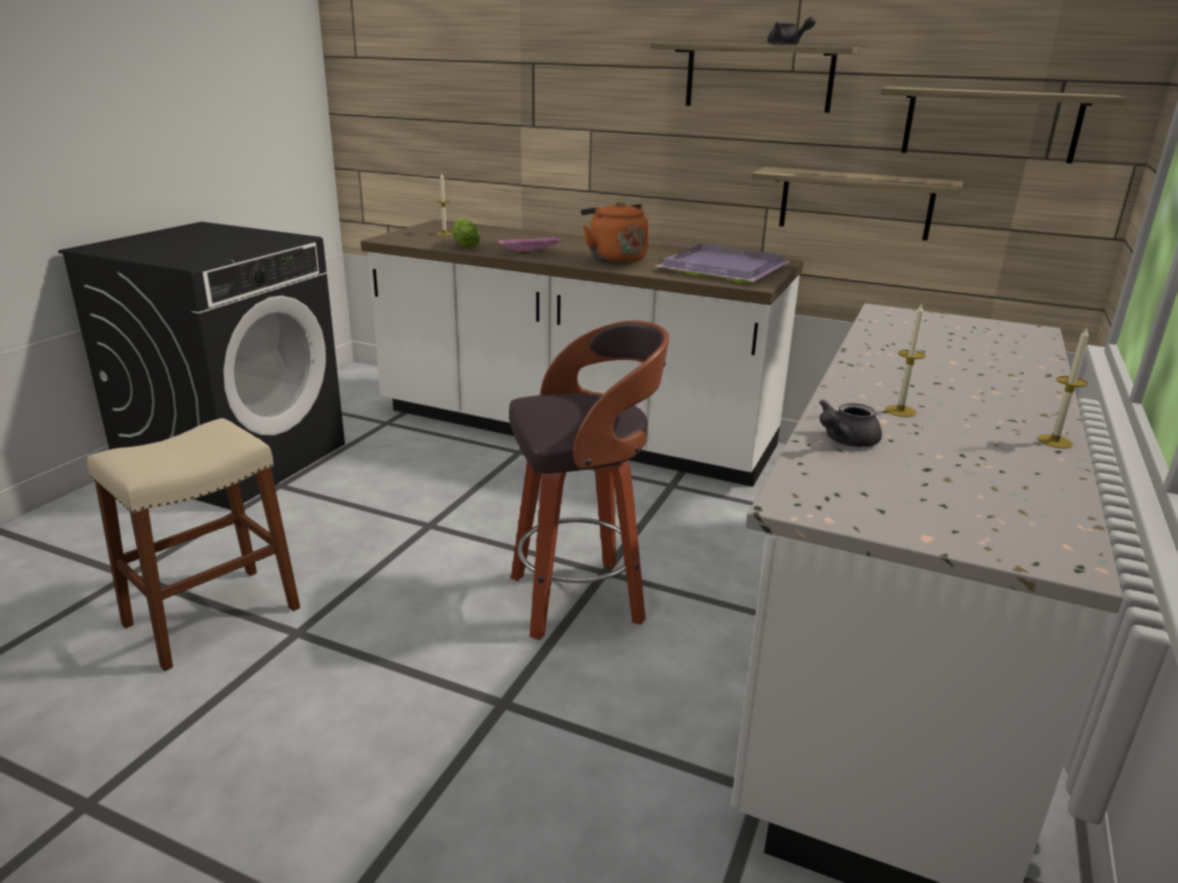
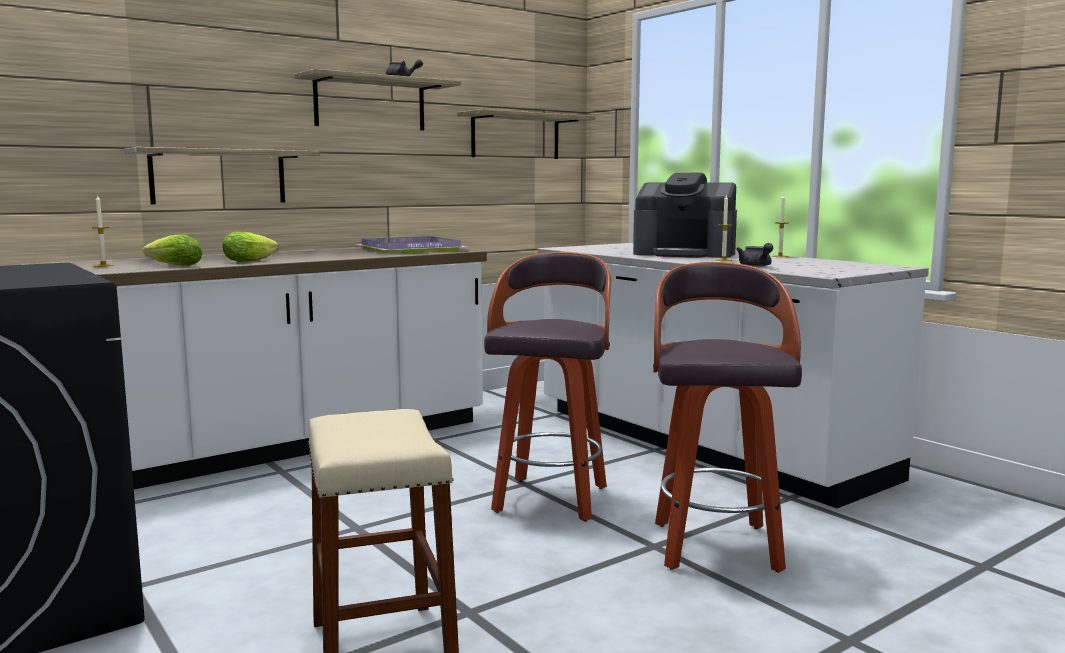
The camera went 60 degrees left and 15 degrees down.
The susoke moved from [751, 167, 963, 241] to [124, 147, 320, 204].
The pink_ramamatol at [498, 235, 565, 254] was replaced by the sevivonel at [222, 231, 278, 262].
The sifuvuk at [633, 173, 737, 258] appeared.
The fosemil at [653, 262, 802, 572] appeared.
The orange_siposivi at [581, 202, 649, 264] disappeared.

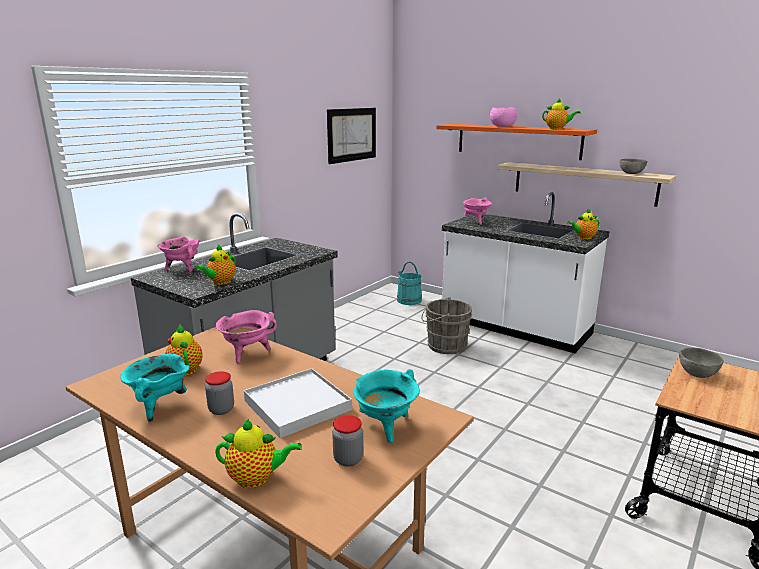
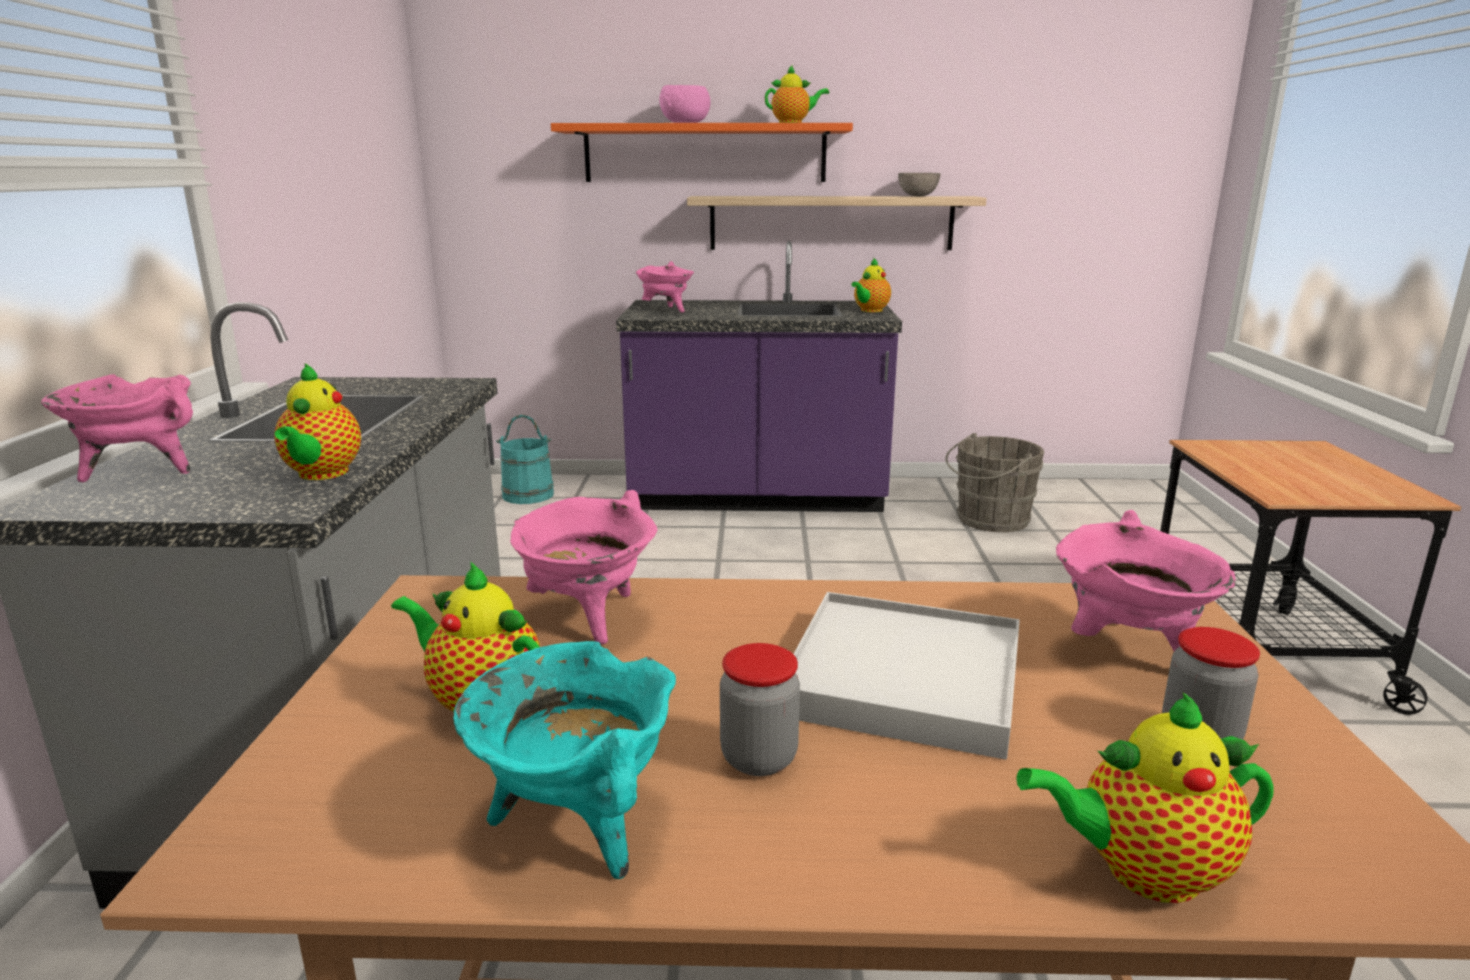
The camera went 35 degrees left and 0 degrees up.
The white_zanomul at [442, 192, 610, 353] became the purple_zanomul at [616, 241, 902, 512].
The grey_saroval moved from [421, 297, 472, 354] to [945, 433, 1044, 532].
The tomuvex at [215, 419, 302, 488] turned 150 degrees counterclockwise.
The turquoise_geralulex at [353, 369, 420, 443] became the pink_geralulex at [1056, 510, 1236, 651].
The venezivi at [327, 108, 376, 164] disappeared.
The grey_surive at [679, 347, 724, 378] disappeared.

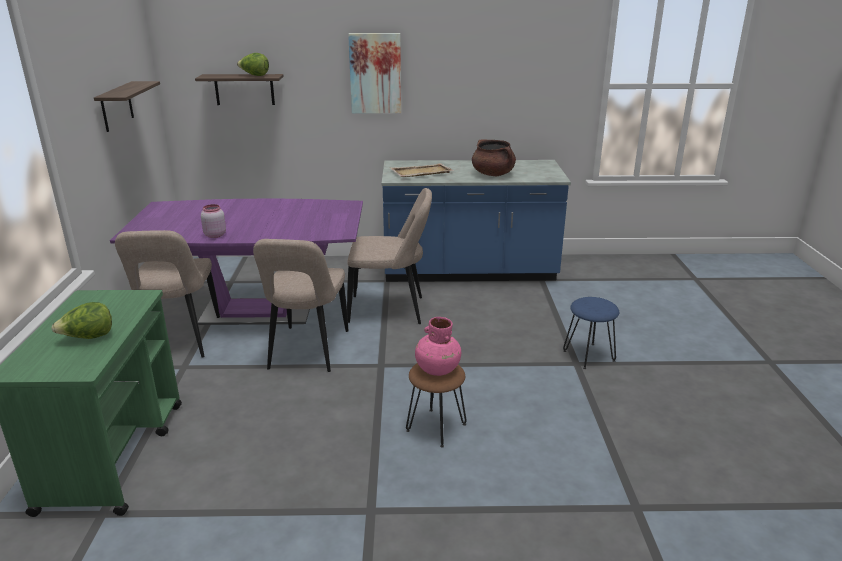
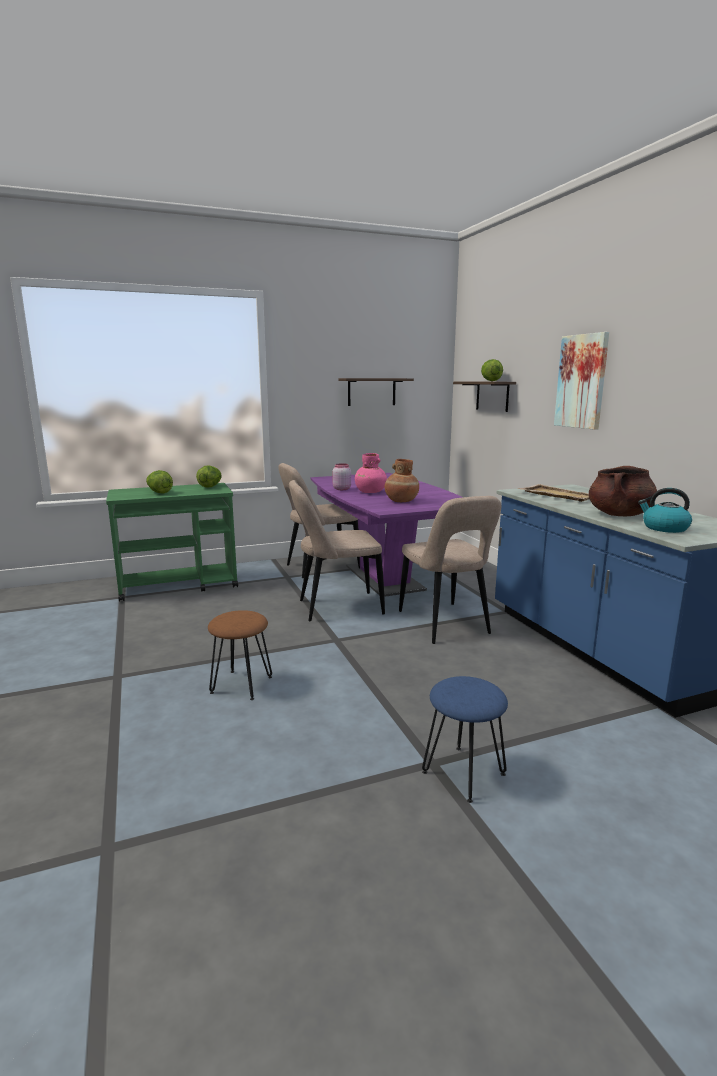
The camera went 70 degrees right and 10 degrees down.
The sevivonel at [196, 465, 222, 488] appeared.
The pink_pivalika moved from [415, 317, 461, 376] to [355, 453, 387, 493].
The brown_pivalika at [385, 459, 419, 502] appeared.
The siposivi at [638, 488, 692, 533] appeared.

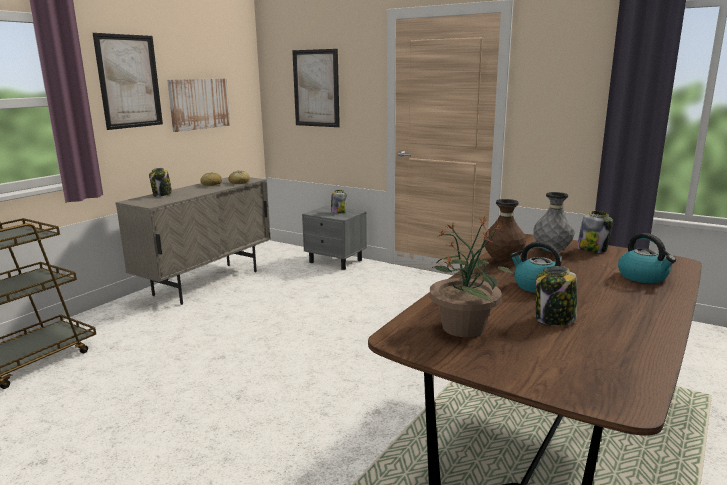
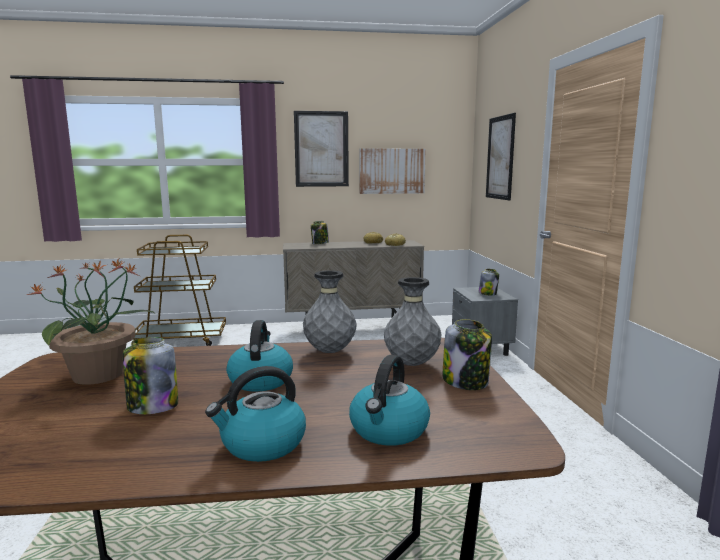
The camera went 50 degrees right and 5 degrees down.
The siposivi at [205, 366, 306, 462] appeared.
The brown_pivalika at [484, 199, 526, 262] became the grey_pivalika at [303, 270, 357, 353].

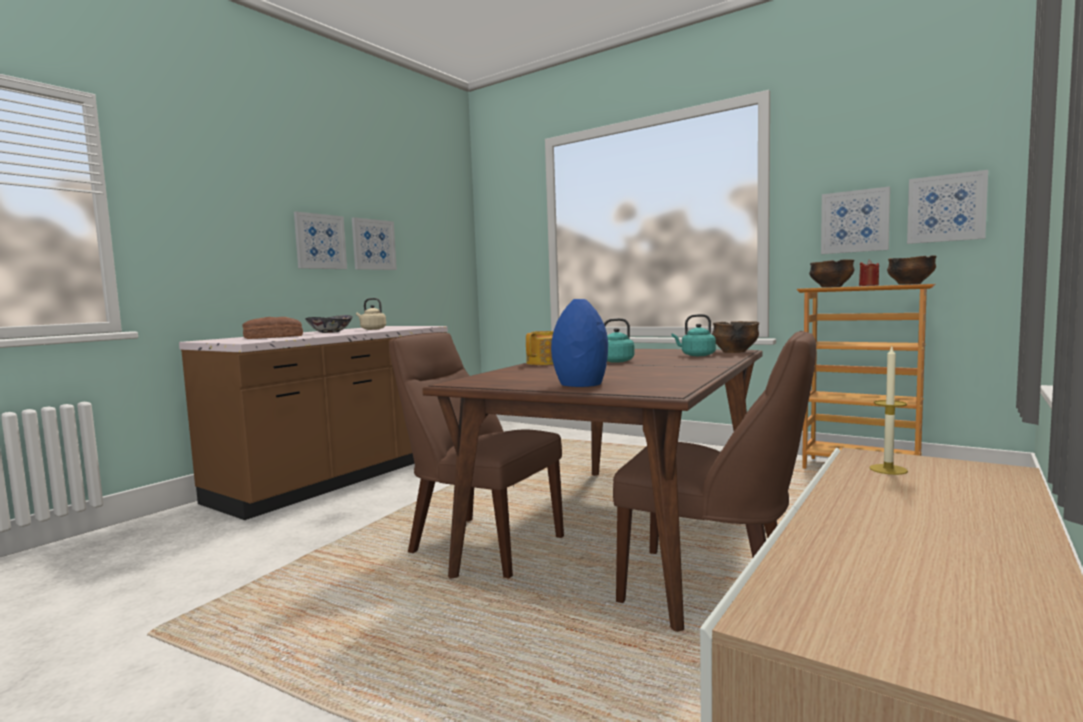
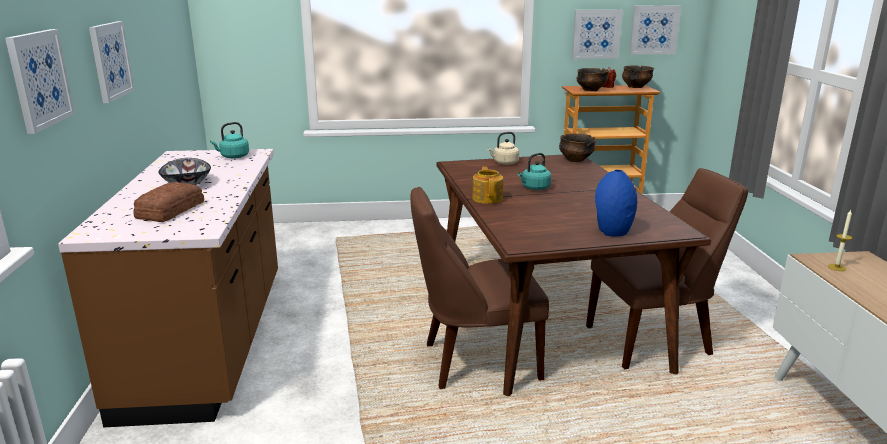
The camera went 40 degrees left and 15 degrees up.
The venezivi moved from [352, 217, 397, 270] to [5, 29, 75, 134].
The turquoise_siposivi moved from [672, 314, 716, 356] to [210, 122, 249, 159].
The beige_siposivi moved from [356, 298, 386, 330] to [487, 132, 519, 165].

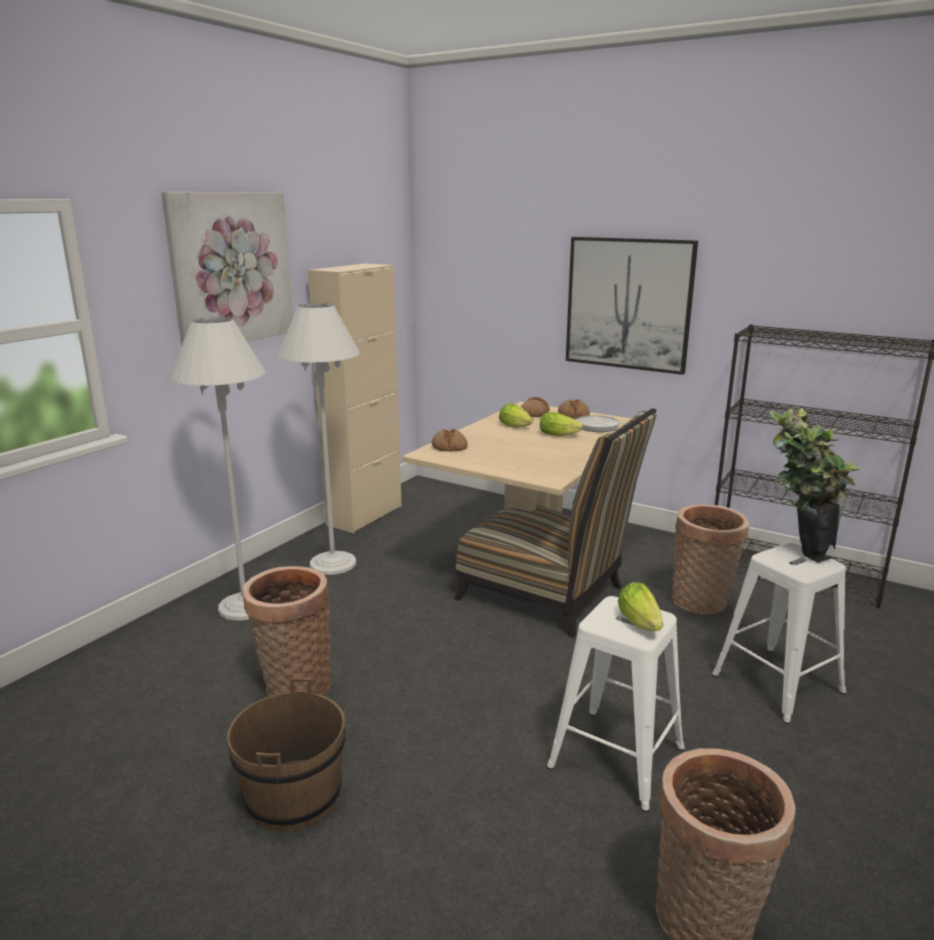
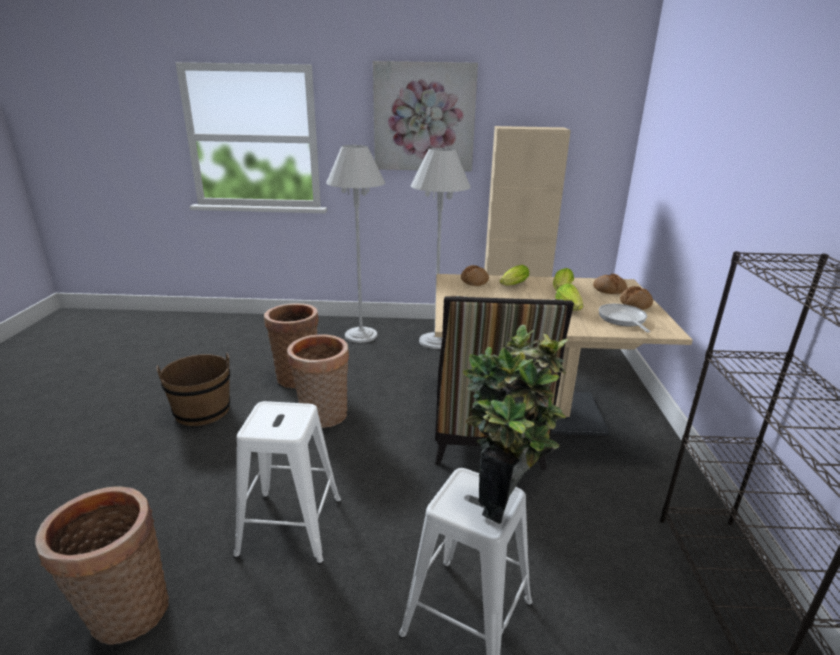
The camera went 60 degrees right and 5 degrees up.
The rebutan moved from [672, 504, 749, 614] to [287, 334, 349, 428].
The sevivonel moved from [618, 582, 663, 631] to [500, 265, 529, 286].
The venezivi at [566, 237, 698, 375] disappeared.

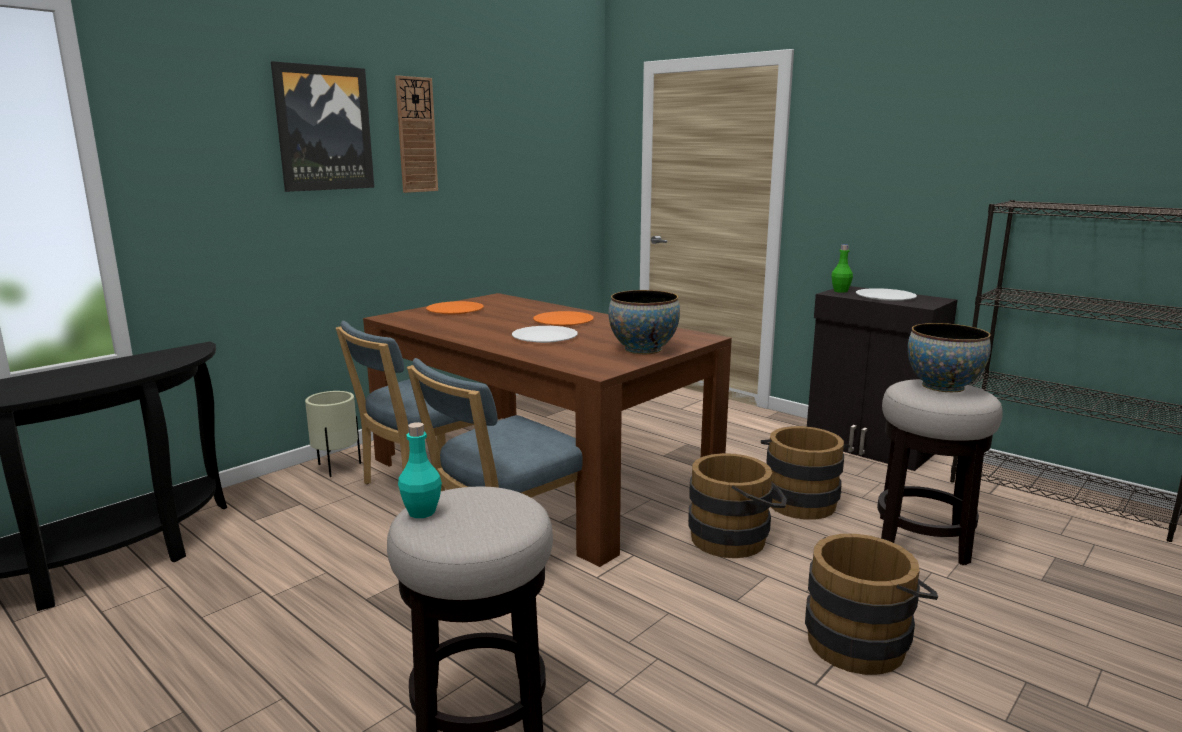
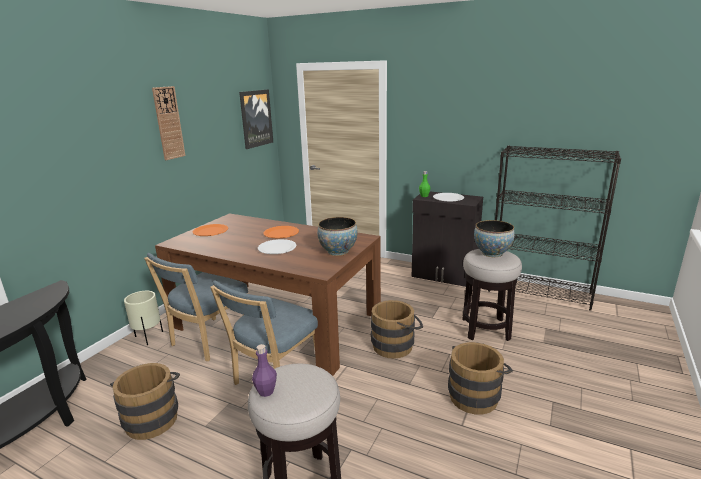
The camera went 15 degrees left and 5 degrees up.
The brown_saroval moved from [761, 426, 850, 520] to [110, 363, 180, 440].
The venezivi moved from [271, 61, 374, 192] to [239, 89, 273, 149].
The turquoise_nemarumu at [398, 422, 442, 518] became the purple_nemarumu at [252, 344, 277, 397].

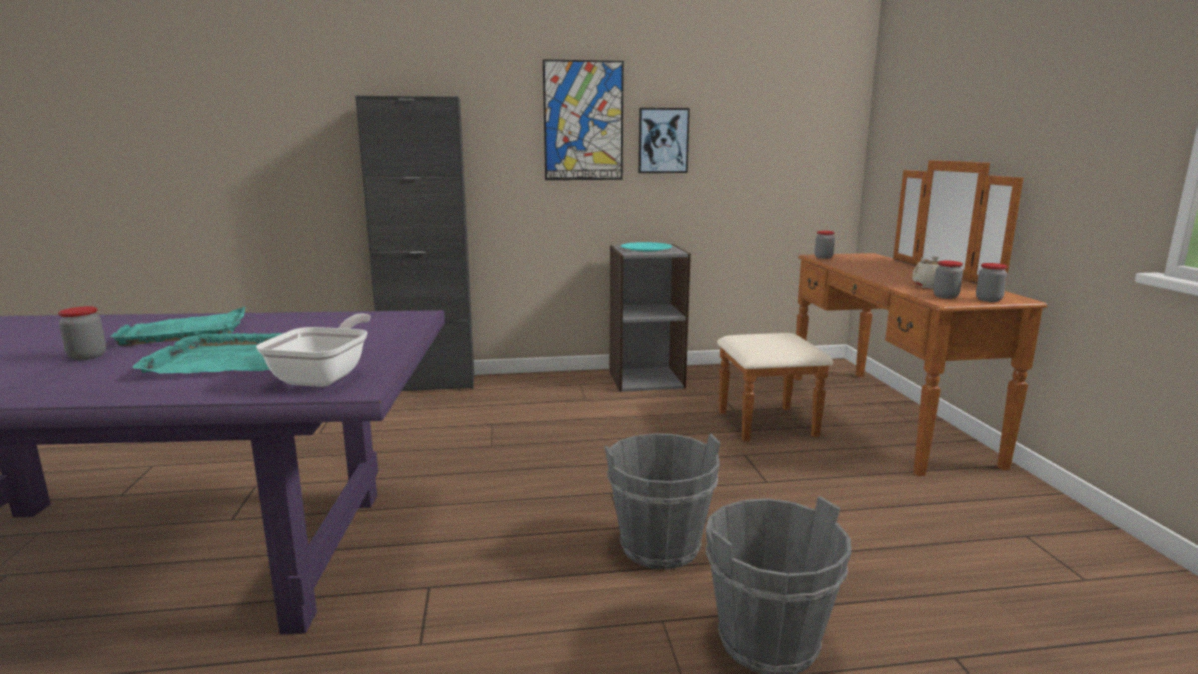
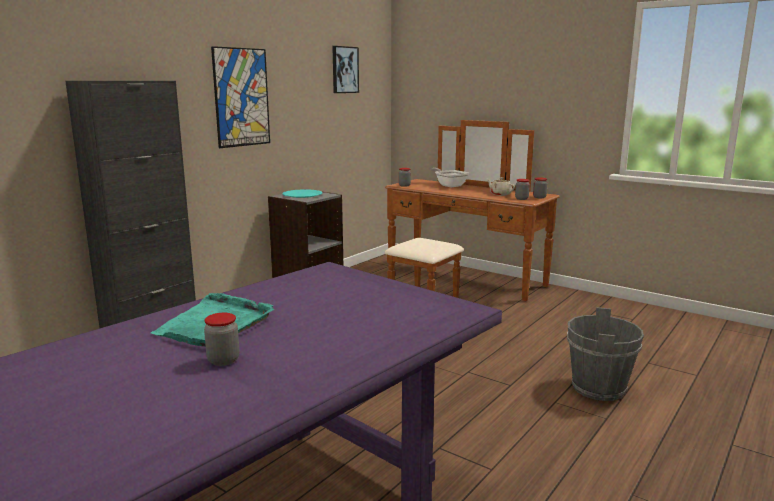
The camera went 45 degrees left and 0 degrees up.
The venezivi moved from [638, 108, 690, 173] to [332, 46, 359, 93].
The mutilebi moved from [256, 314, 371, 387] to [430, 168, 469, 187].
The turquoise_ramamatol at [132, 332, 283, 374] disappeared.
The grey_saroval at [604, 433, 721, 569] disappeared.

